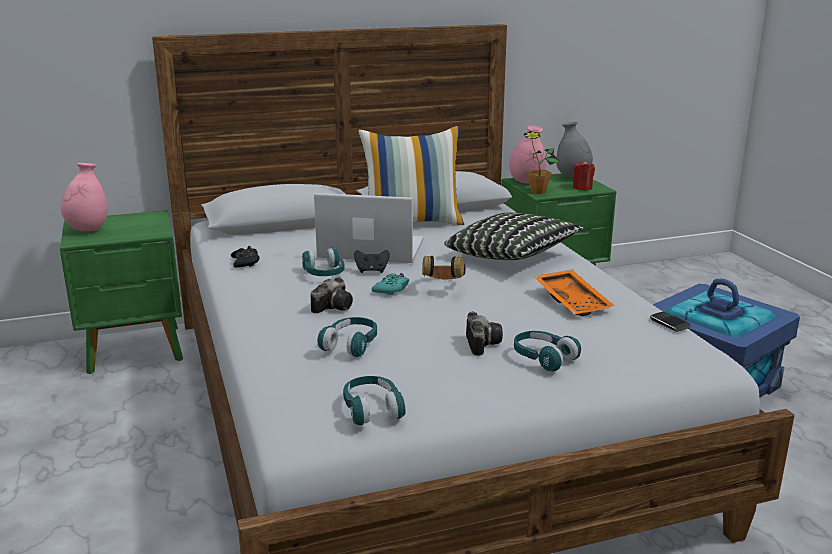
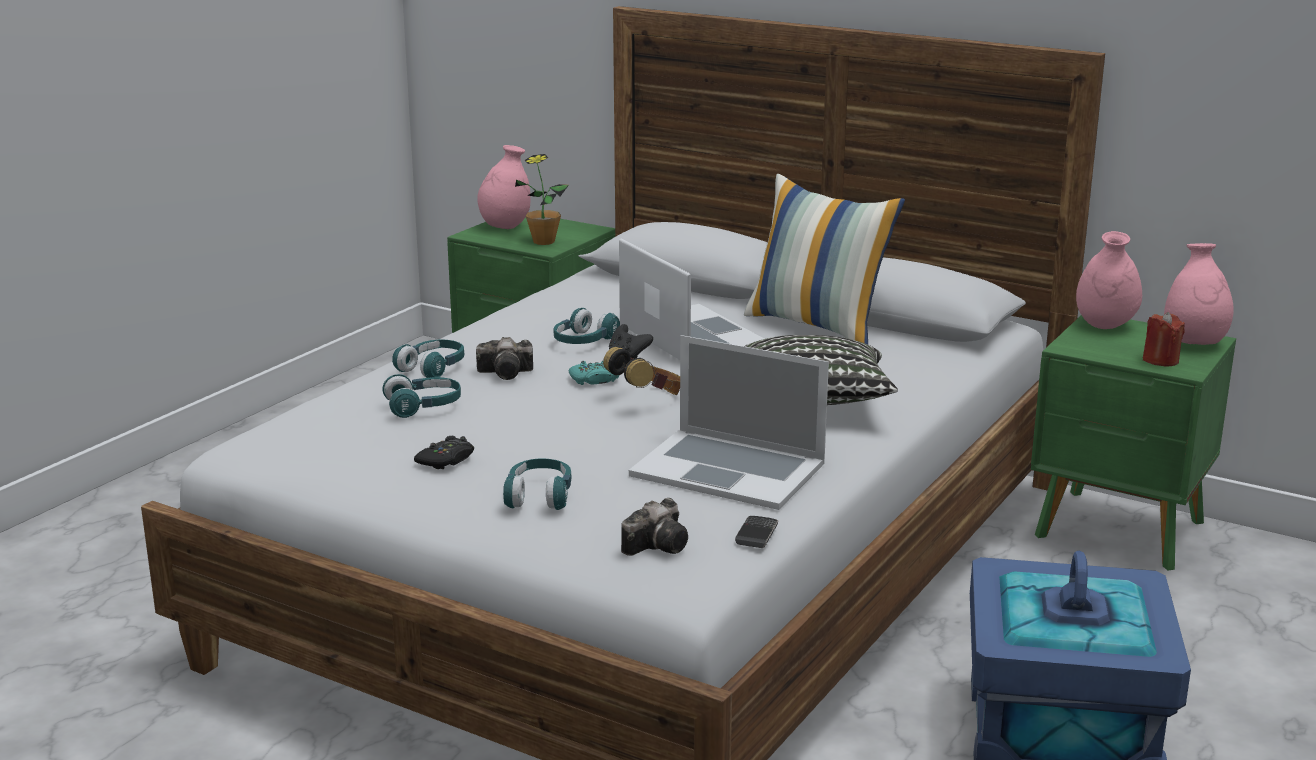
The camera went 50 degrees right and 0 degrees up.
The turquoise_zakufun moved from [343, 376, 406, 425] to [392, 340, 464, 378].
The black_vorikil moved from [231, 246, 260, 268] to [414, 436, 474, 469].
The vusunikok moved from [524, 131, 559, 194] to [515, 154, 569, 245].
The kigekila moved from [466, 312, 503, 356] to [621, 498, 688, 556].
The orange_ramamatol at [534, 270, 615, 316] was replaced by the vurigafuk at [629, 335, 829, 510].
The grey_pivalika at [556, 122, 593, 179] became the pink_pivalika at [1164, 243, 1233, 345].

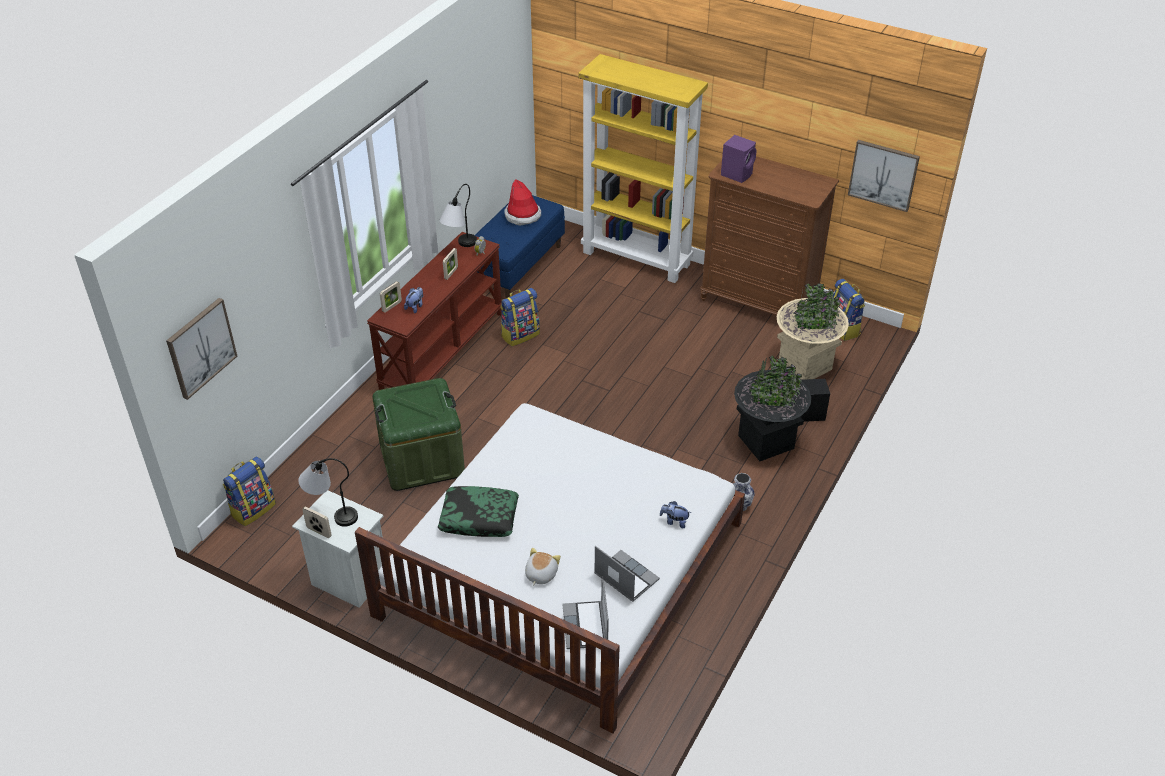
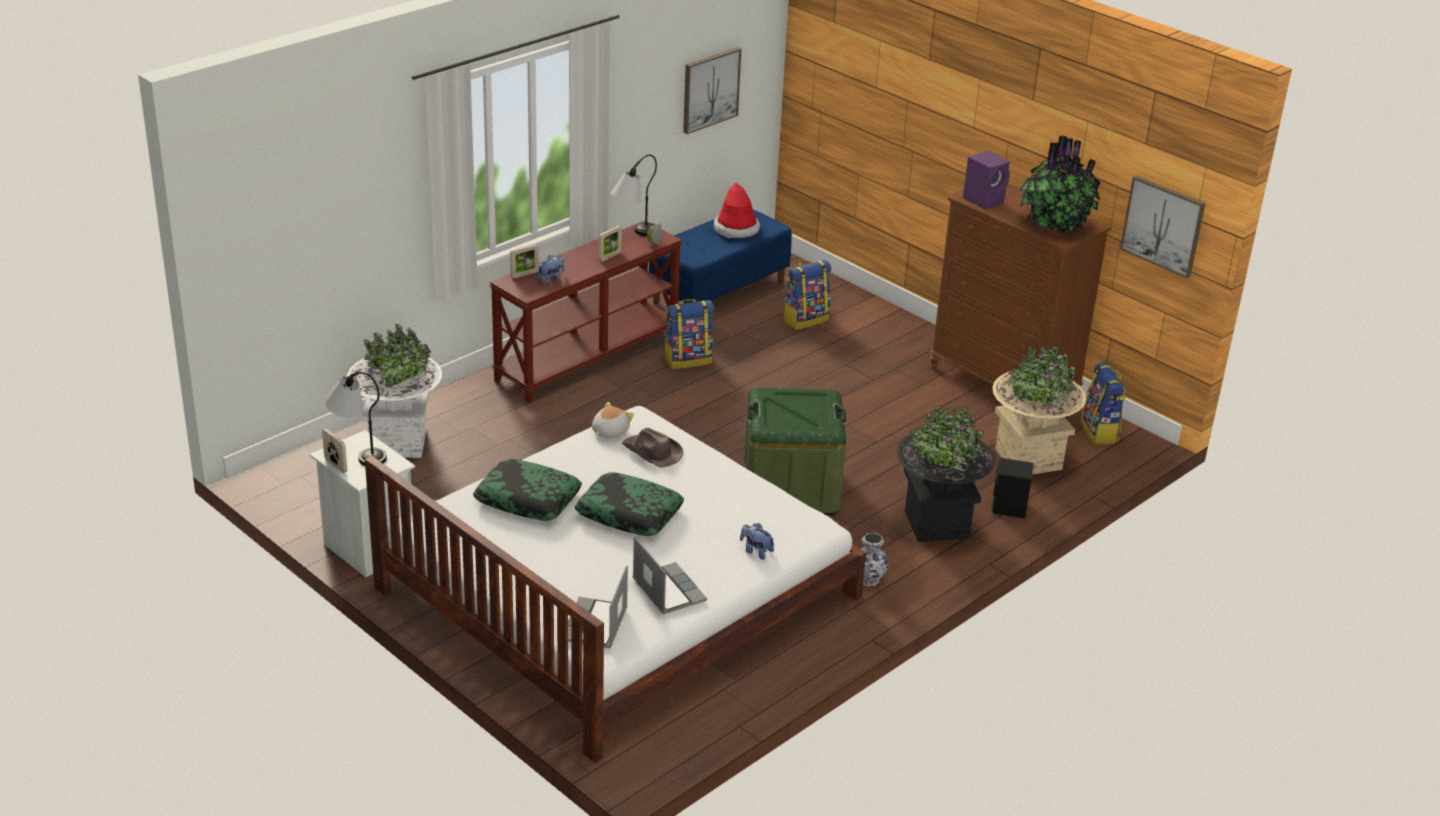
The camera went 15 degrees right and 10 degrees down.
The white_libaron at [347, 324, 442, 458] appeared.
The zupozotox at [575, 472, 684, 536] appeared.
The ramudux moved from [525, 548, 561, 586] to [592, 402, 634, 438].
The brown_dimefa at [622, 428, 684, 468] appeared.
The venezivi moved from [166, 298, 237, 400] to [683, 47, 741, 134].
The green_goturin moved from [372, 378, 465, 491] to [744, 387, 846, 515].
The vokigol moved from [223, 457, 276, 526] to [783, 260, 831, 330].
The vusunikok at [1018, 136, 1101, 234] appeared.
The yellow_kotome at [579, 54, 708, 283] disappeared.

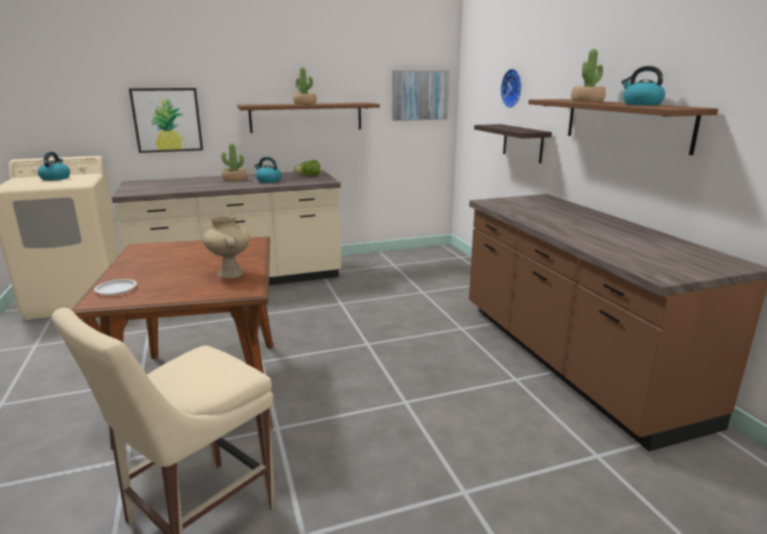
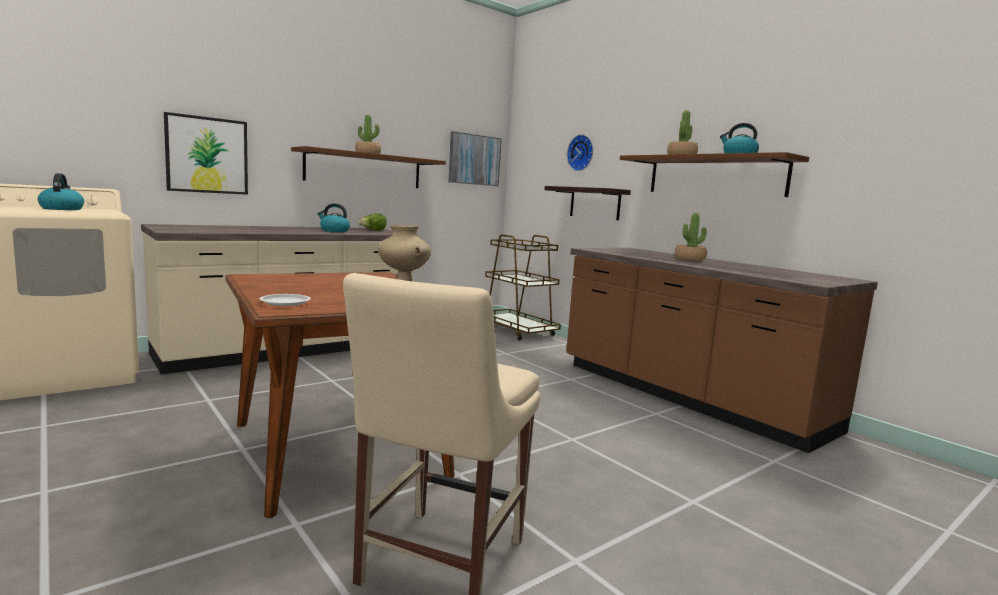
The camera went 20 degrees left and 10 degrees down.
The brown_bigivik at [485, 234, 561, 341] appeared.
The vusunikok moved from [222, 143, 246, 182] to [675, 213, 707, 261].

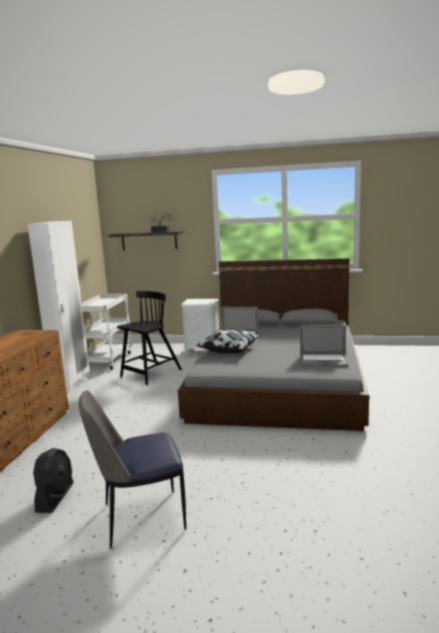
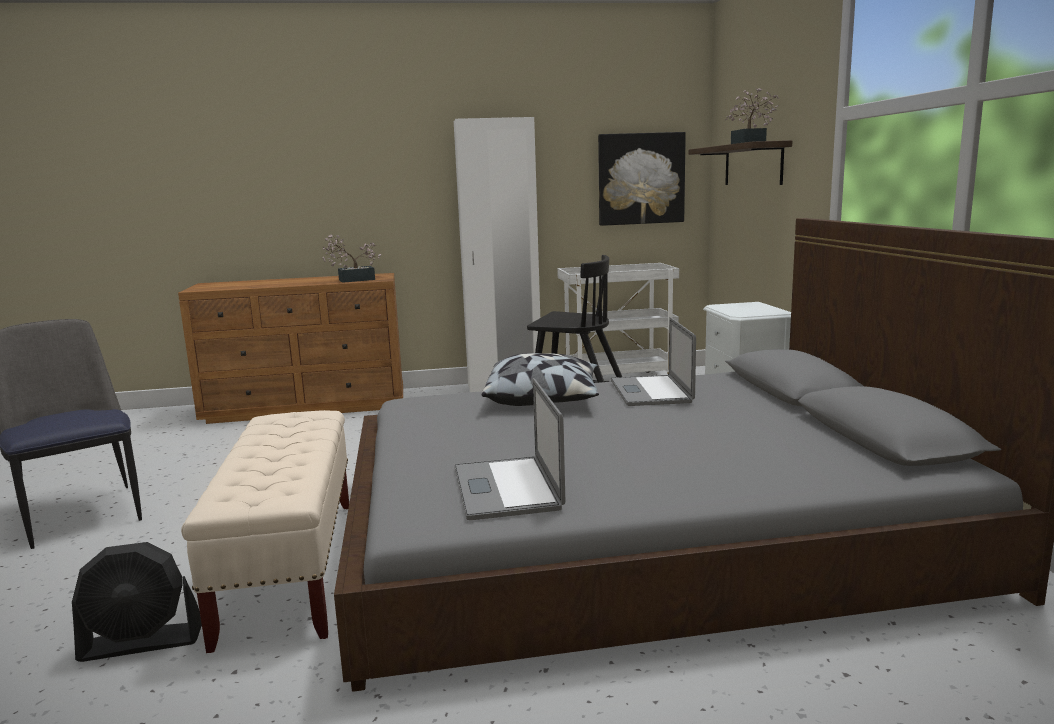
The camera went 70 degrees right and 0 degrees up.
The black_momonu moved from [33, 448, 74, 513] to [72, 542, 202, 662].
The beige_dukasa at [181, 410, 349, 653] appeared.
The vusunikok at [322, 234, 381, 283] appeared.
The venezivi at [598, 132, 686, 226] appeared.

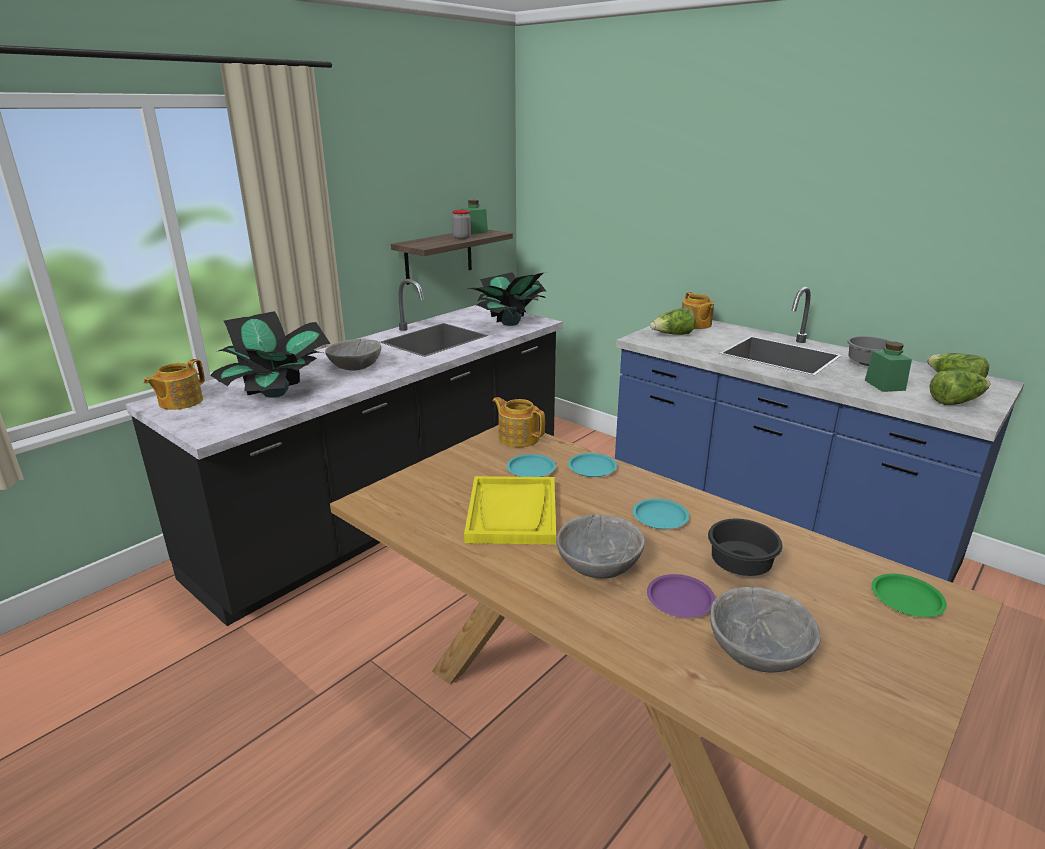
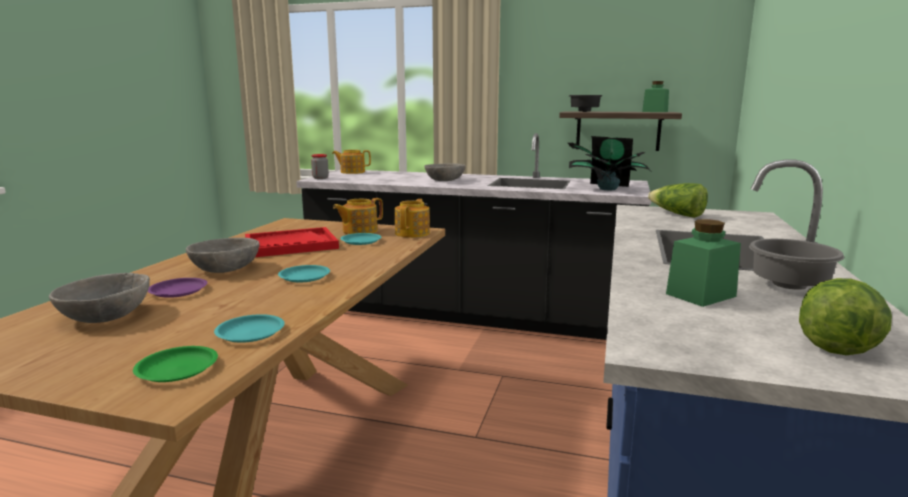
The camera went 65 degrees right and 10 degrees down.
The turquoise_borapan moved from [568, 453, 617, 477] to [214, 314, 285, 343].
The yellow_ramamatol at [464, 476, 556, 545] became the red_ramamatol at [245, 227, 339, 257].
The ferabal moved from [452, 210, 471, 239] to [311, 154, 329, 179].
The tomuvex moved from [682, 292, 714, 329] to [333, 198, 383, 234].
The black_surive moved from [708, 519, 783, 576] to [569, 95, 603, 112].
The vusunikok at [210, 311, 331, 398] disappeared.
The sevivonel at [930, 370, 990, 405] disappeared.

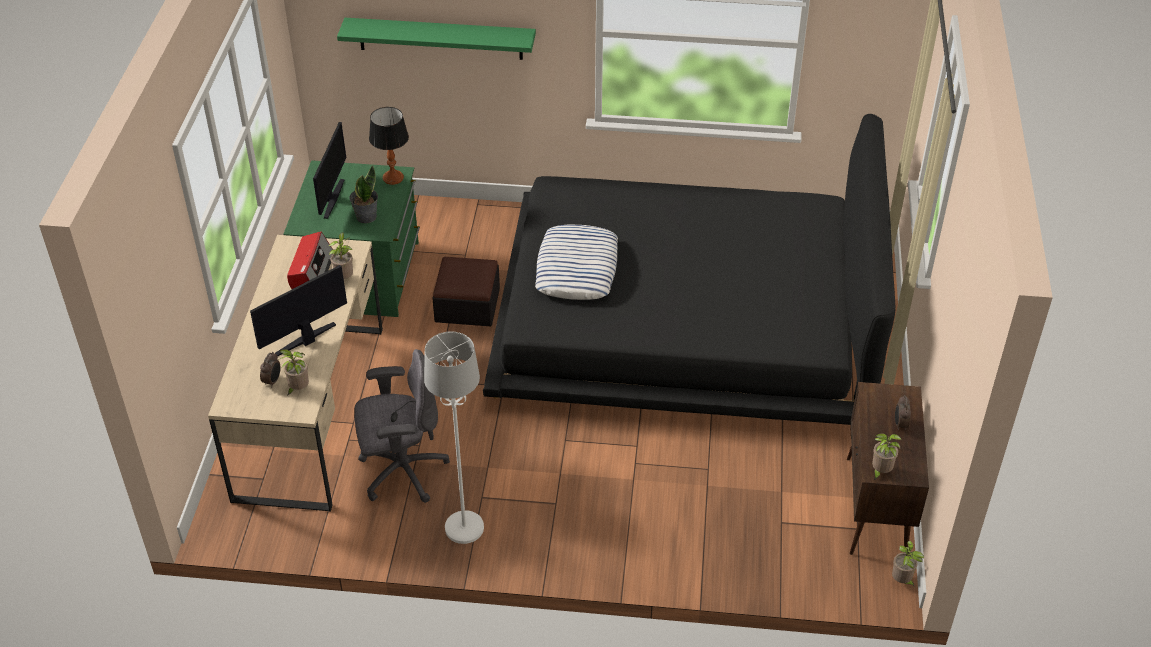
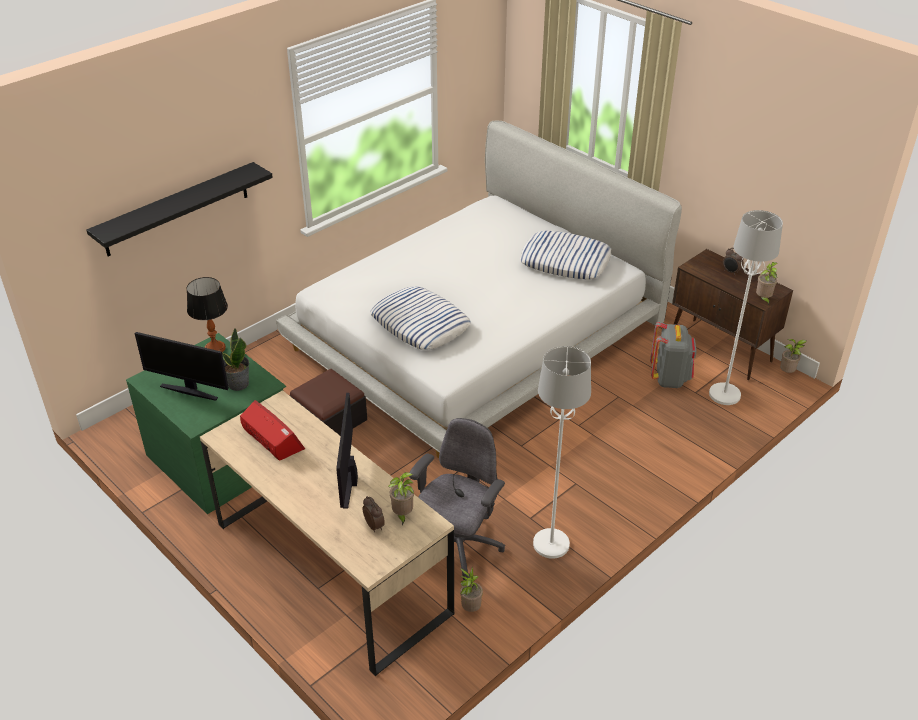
The camera went 50 degrees left and 5 degrees down.
The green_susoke at [337, 18, 536, 60] became the black_susoke at [87, 162, 273, 256].
The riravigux at [313, 122, 346, 219] turned 150 degrees clockwise.
The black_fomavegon at [483, 114, 896, 427] became the white_fomavegon at [276, 121, 682, 458].
The vusunikok moved from [329, 233, 353, 279] to [460, 567, 483, 612].
The zupozotox at [520, 231, 611, 279] appeared.
The grey_vokigol at [650, 322, 697, 388] appeared.
The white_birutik at [709, 210, 783, 405] appeared.

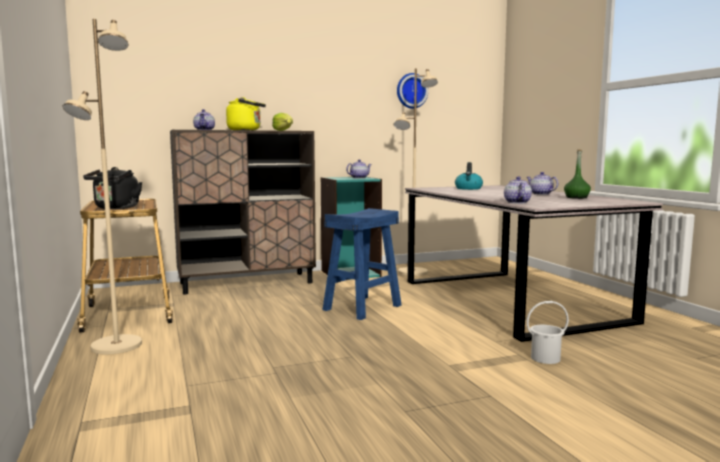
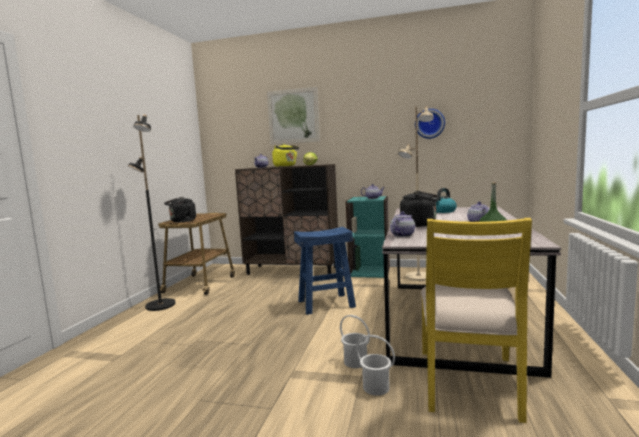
The camera went 35 degrees right and 0 degrees up.
The beige_birutik at [62, 19, 142, 355] became the black_birutik at [128, 114, 176, 311].
The venezivi at [267, 87, 320, 145] appeared.
The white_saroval at [340, 315, 370, 368] appeared.
The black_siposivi at [400, 191, 439, 227] appeared.
The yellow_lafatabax at [421, 218, 532, 423] appeared.

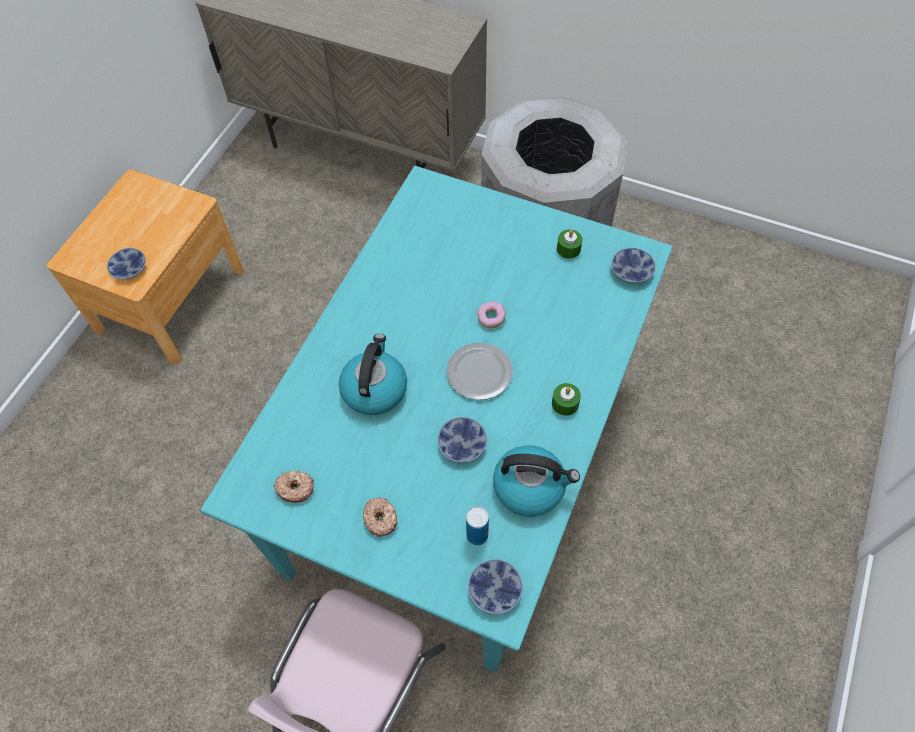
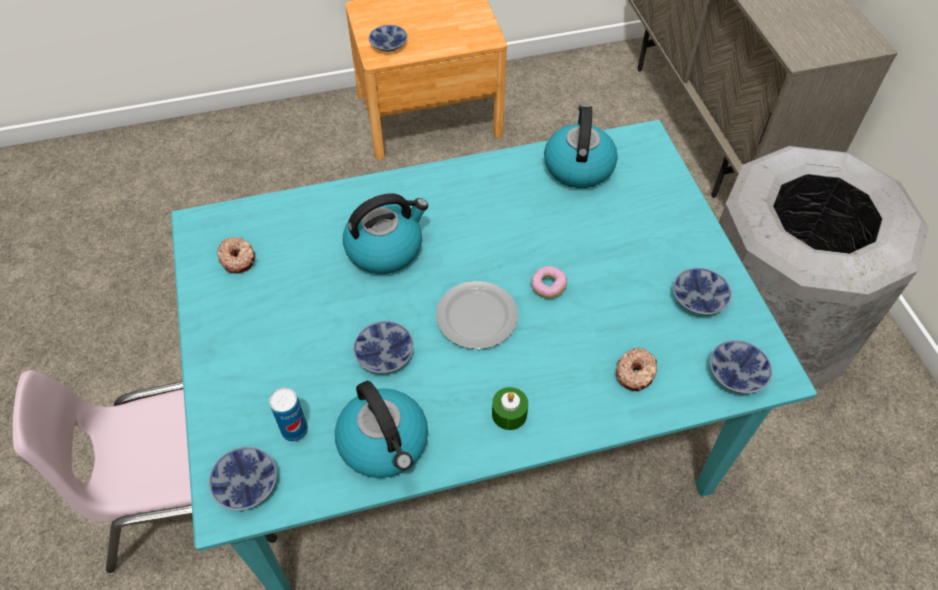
The camera went 50 degrees right and 5 degrees down.
The siposivi at [544, 105, 618, 188] appeared.
The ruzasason moved from [363, 497, 398, 537] to [615, 348, 657, 391].
The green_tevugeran at [557, 229, 583, 259] was replaced by the surive at [673, 268, 732, 315].

